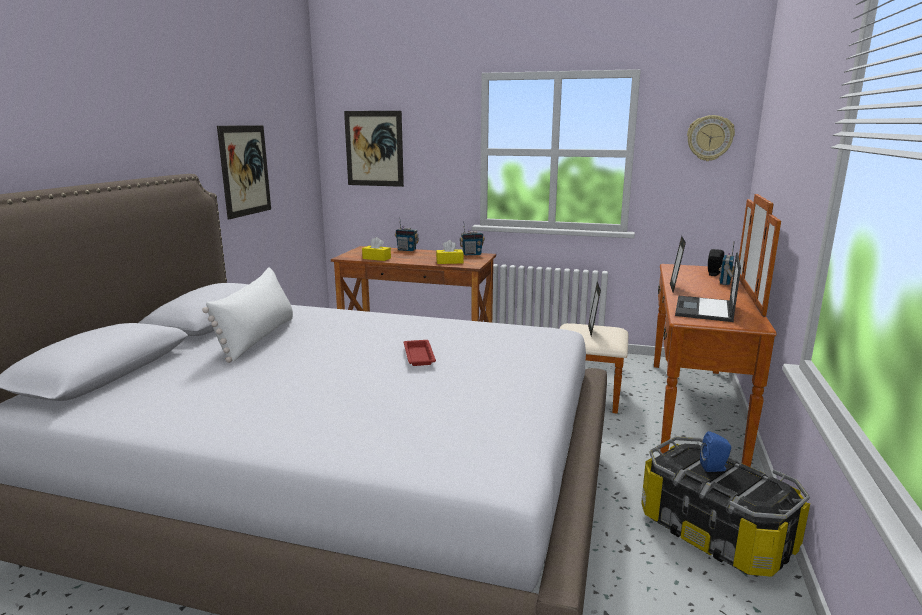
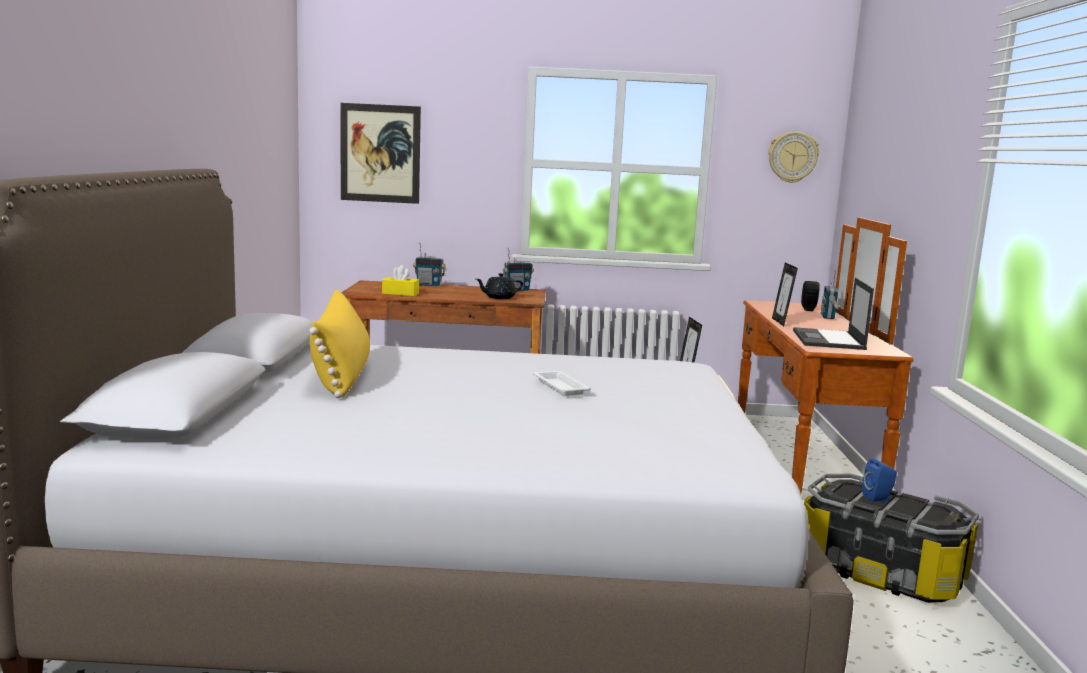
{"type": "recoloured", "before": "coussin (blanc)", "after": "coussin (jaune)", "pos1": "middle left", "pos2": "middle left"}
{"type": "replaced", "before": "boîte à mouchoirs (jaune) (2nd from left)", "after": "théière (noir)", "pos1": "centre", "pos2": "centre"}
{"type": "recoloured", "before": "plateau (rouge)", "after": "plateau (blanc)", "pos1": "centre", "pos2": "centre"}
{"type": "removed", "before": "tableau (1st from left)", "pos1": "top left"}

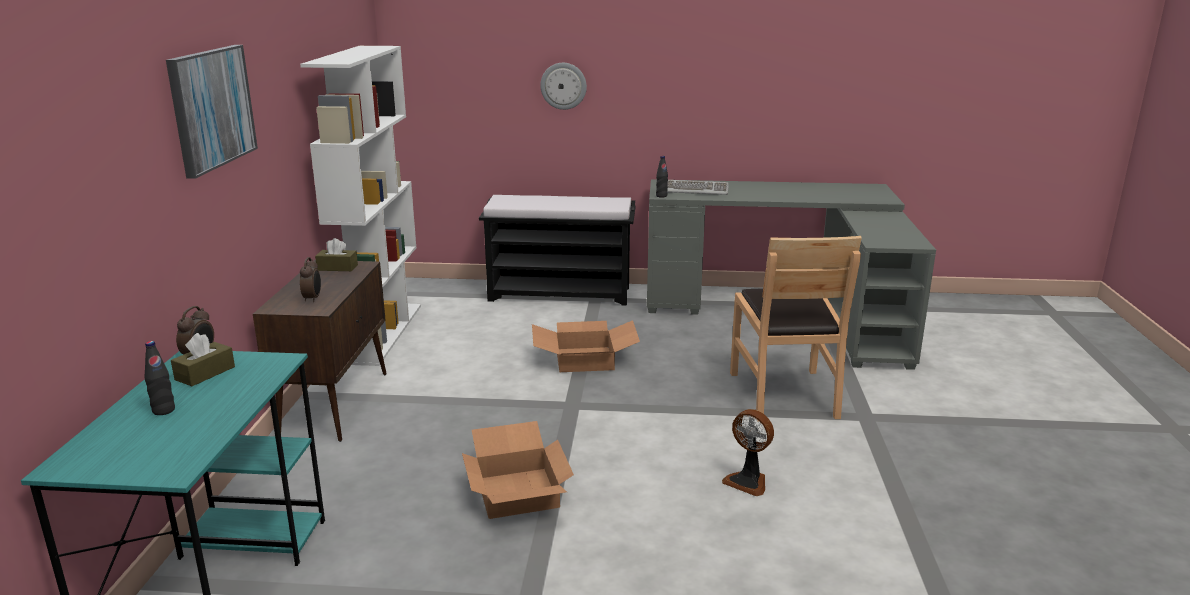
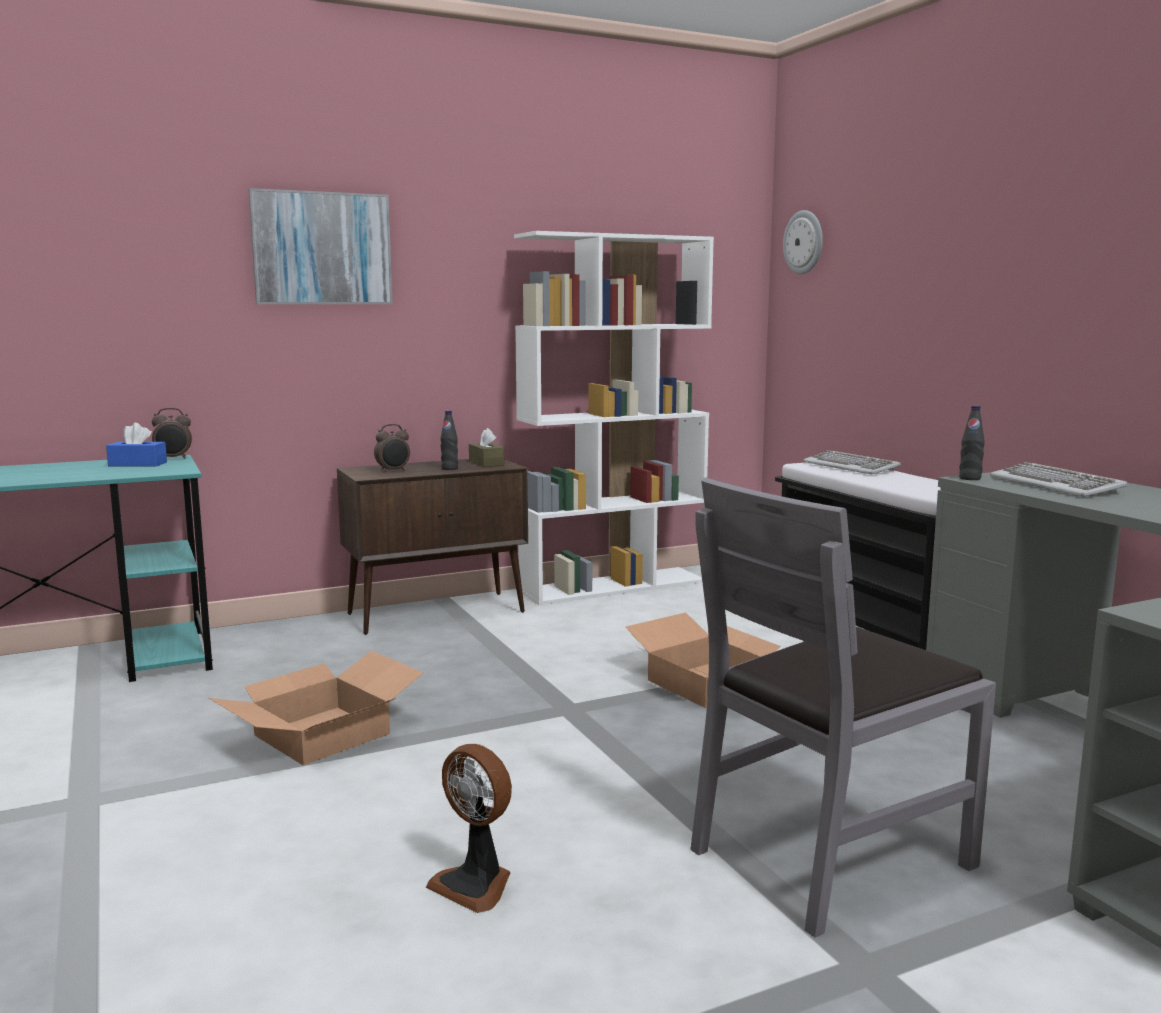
{"type": "recoloured", "before": "boîte à mouchoirs (marron) (1st from left)", "after": "boîte à mouchoirs (bleu)", "pos1": "middle left", "pos2": "middle left"}
{"type": "turned", "before": "ventilateur", "pos1": "bottom centre", "pos2": "bottom centre", "turn": -60}
{"type": "moved", "before": "bouteille (noir) (1st from left)", "pos1": "middle left", "pos2": "centre"}
{"type": "recoloured", "before": "chaise (marron)", "after": "chaise (gris)", "pos1": "middle right", "pos2": "bottom right"}
{"type": "moved", "before": "horloge murale", "pos1": "top centre", "pos2": "top right"}
{"type": "added", "after": "clavier (1st from left)", "pos2": "middle right"}

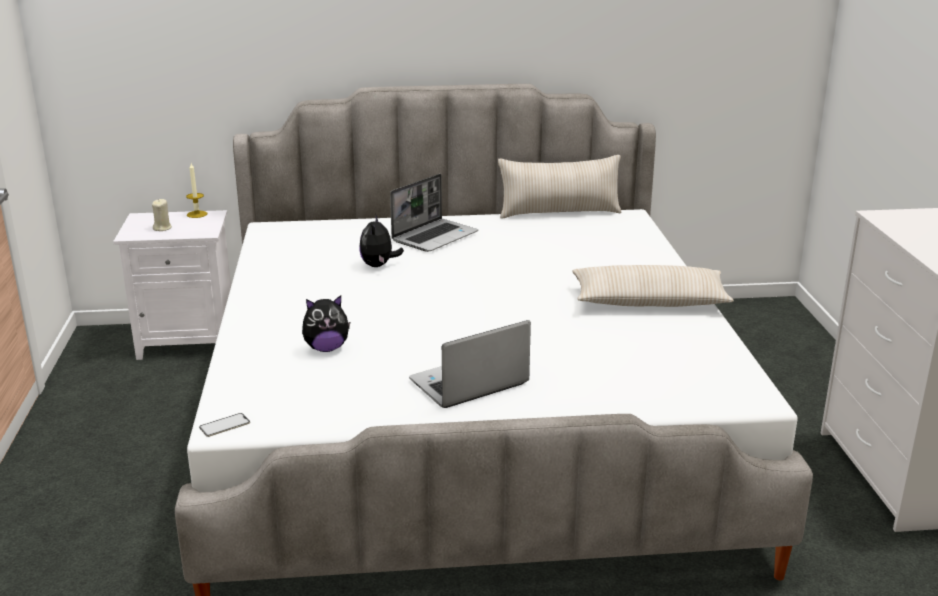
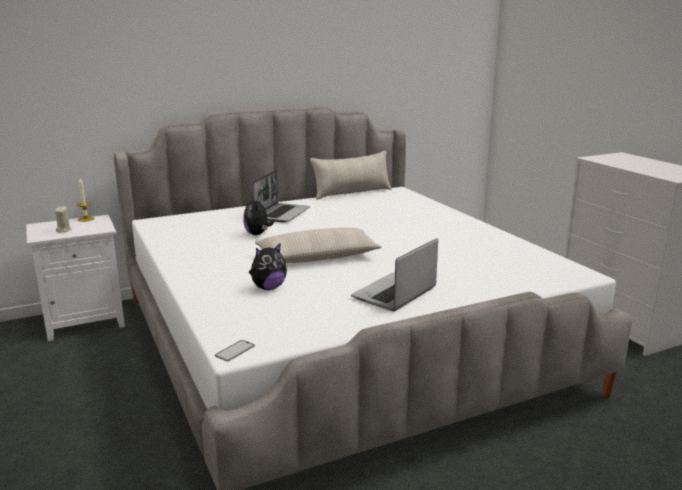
{"type": "moved", "before": "coussin (beige) (2nd from left in the first image)", "after": "coussin (beige) (1st from left)", "pos1": "middle right", "pos2": "centre"}

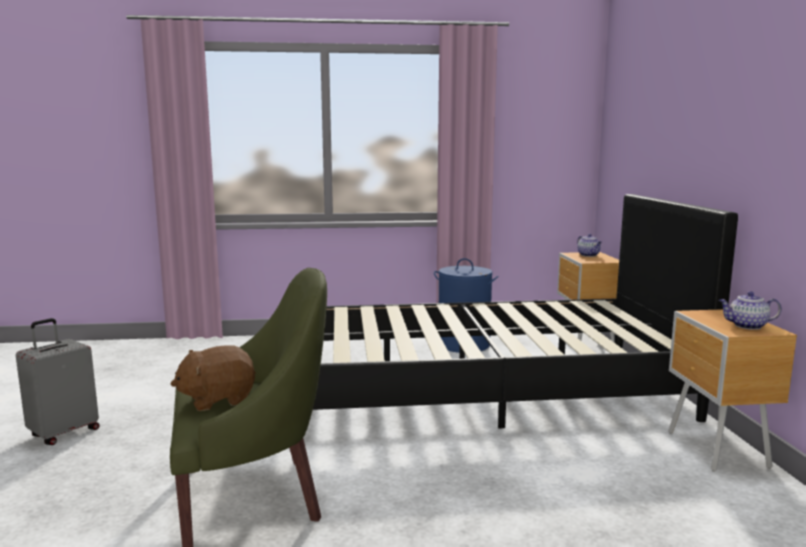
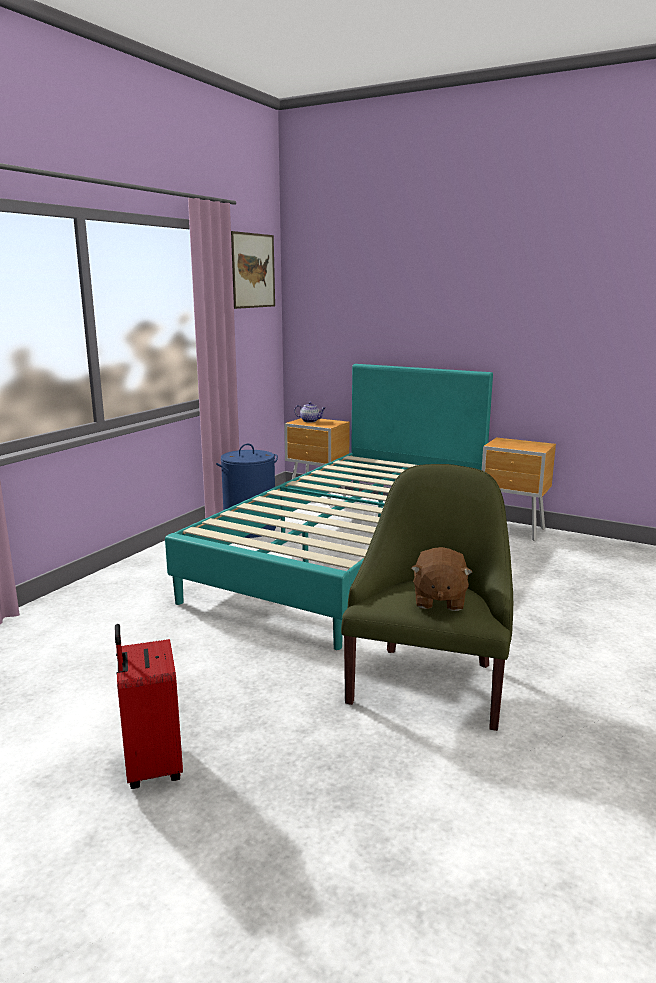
{"type": "recoloured", "before": "valise (gris)", "after": "valise (rouge)", "pos1": "bottom left", "pos2": "bottom left"}
{"type": "recoloured", "before": "lit (noir)", "after": "lit (turquoise)", "pos1": "centre", "pos2": "centre"}
{"type": "added", "after": "tableau", "pos2": "top centre"}
{"type": "removed", "before": "théière (2nd from left)", "pos1": "middle right"}

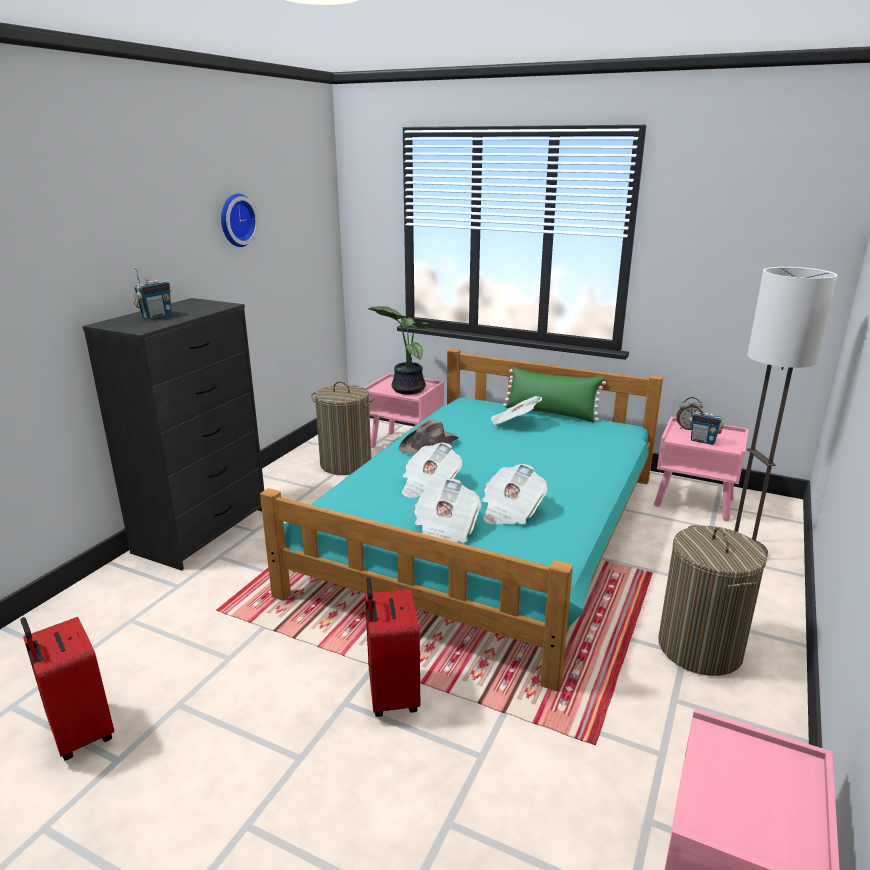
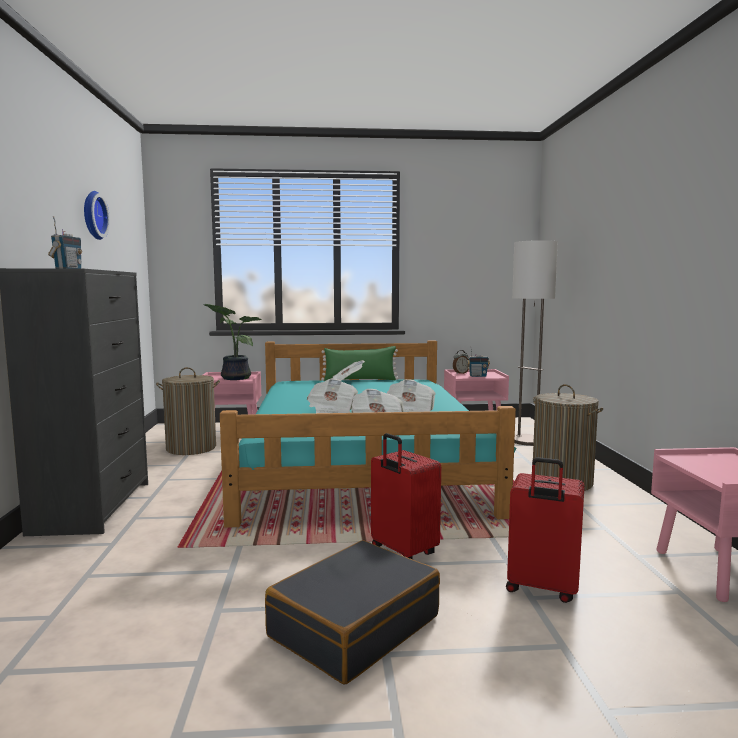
{"type": "added", "after": "valise (noir)", "pos2": "bottom centre"}
{"type": "moved", "before": "valise (rouge) (1st from left in the first image)", "after": "valise (rouge) (2nd from left)", "pos1": "bottom left", "pos2": "bottom right"}
{"type": "removed", "before": "chapeau (marron)", "pos1": "centre"}

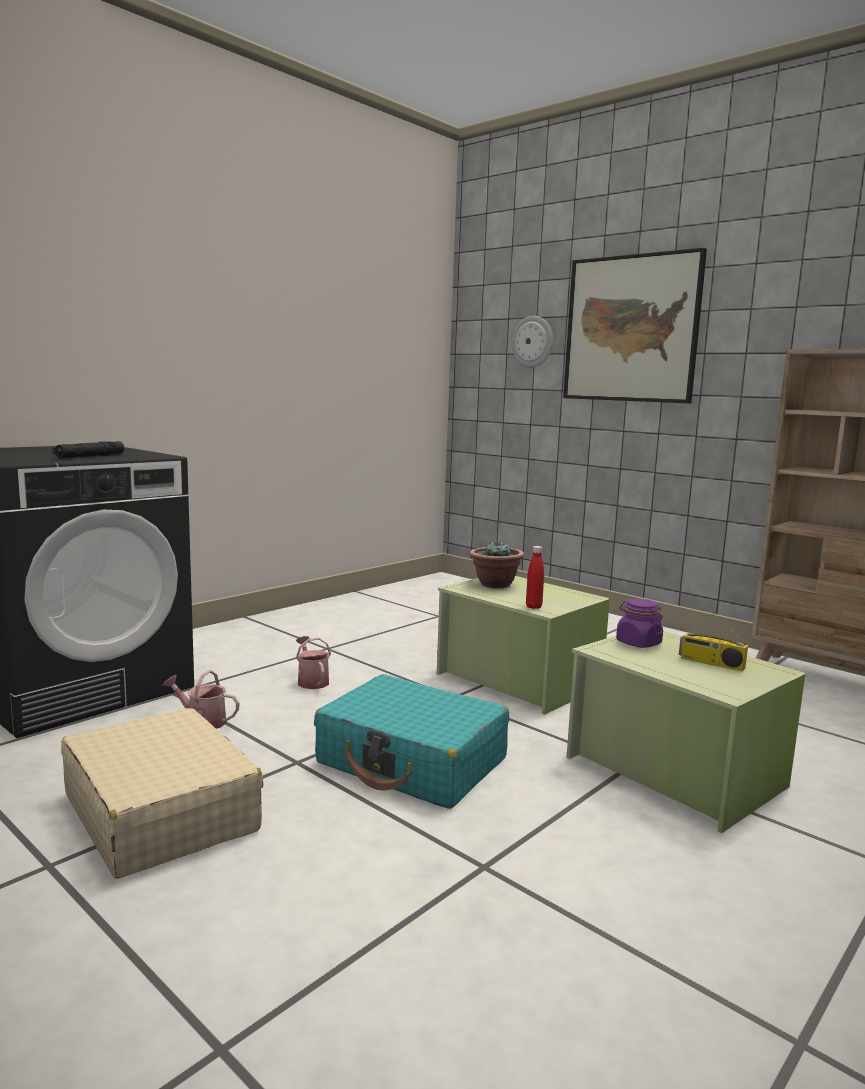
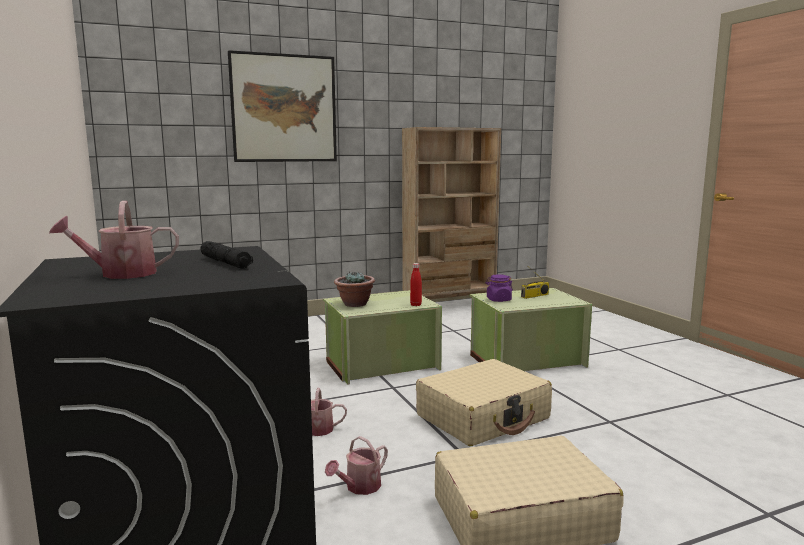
{"type": "added", "after": "arrosoir (1st from left)", "pos2": "middle left"}
{"type": "recoloured", "before": "valise (turquoise)", "after": "valise (beige) (1st from left)", "pos1": "bottom centre", "pos2": "bottom centre"}
{"type": "removed", "before": "horloge murale", "pos1": "top centre"}

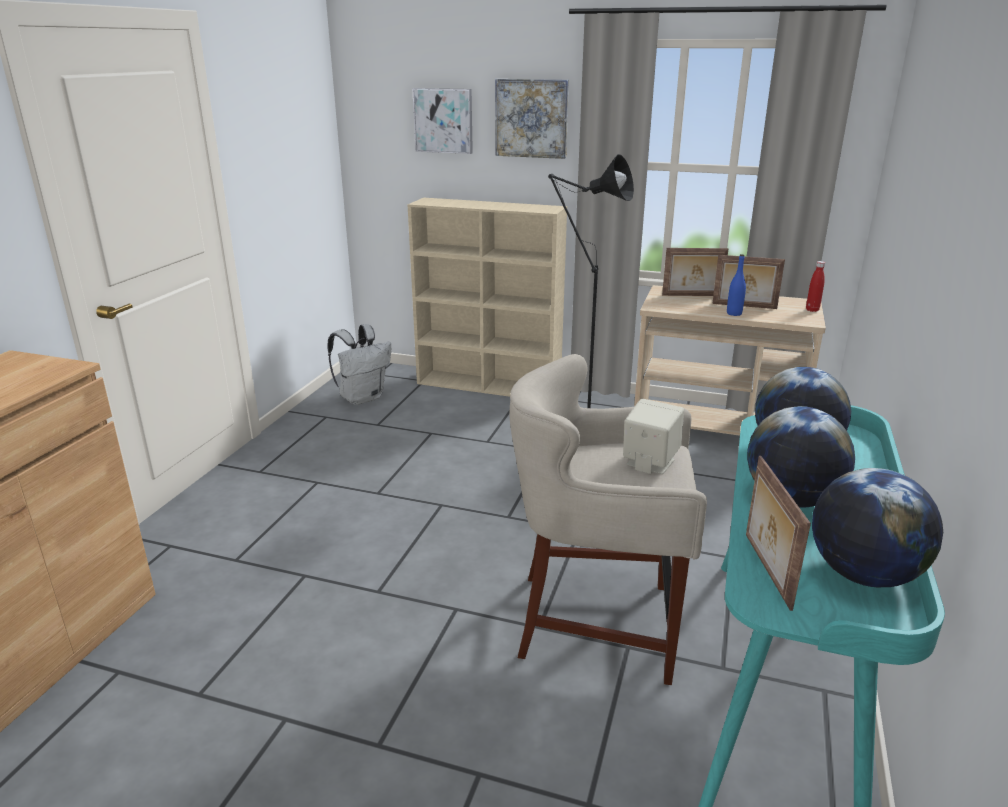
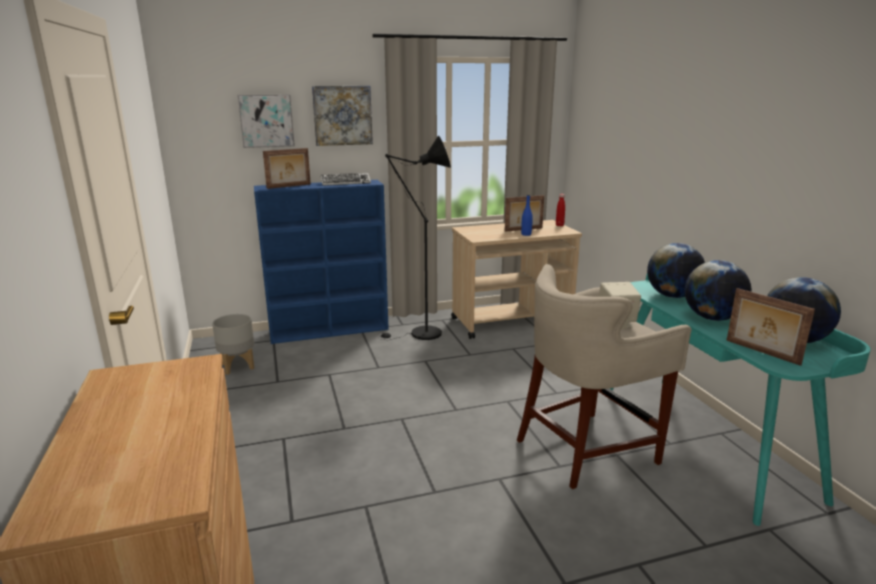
{"type": "replaced", "before": "sac à dos (blanc)", "after": "cache-pot (gris)", "pos1": "centre", "pos2": "middle left"}
{"type": "recoloured", "before": "bibliothèque (beige)", "after": "bibliothèque (bleu)", "pos1": "centre", "pos2": "centre"}
{"type": "moved", "before": "cadre photo (1st from left)", "pos1": "middle right", "pos2": "top left"}
{"type": "added", "after": "clavier", "pos2": "top centre"}

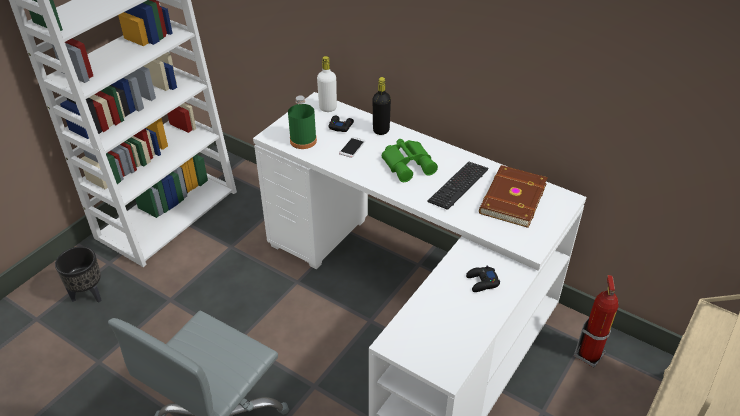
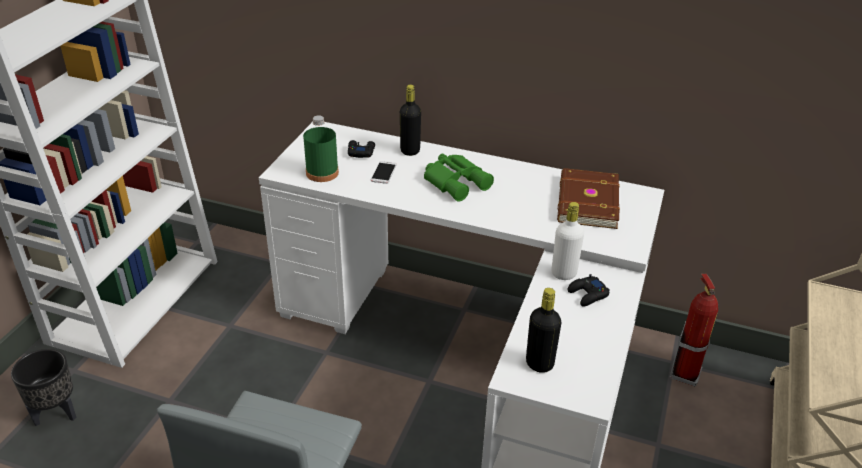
{"type": "added", "after": "bouteille (noir) (2nd from left)", "pos2": "bottom centre"}
{"type": "moved", "before": "bouteille (blanc)", "pos1": "top centre", "pos2": "centre"}
{"type": "removed", "before": "clavier", "pos1": "centre"}

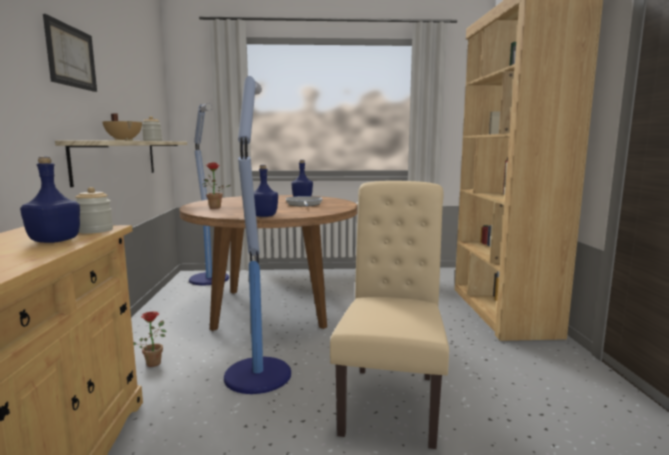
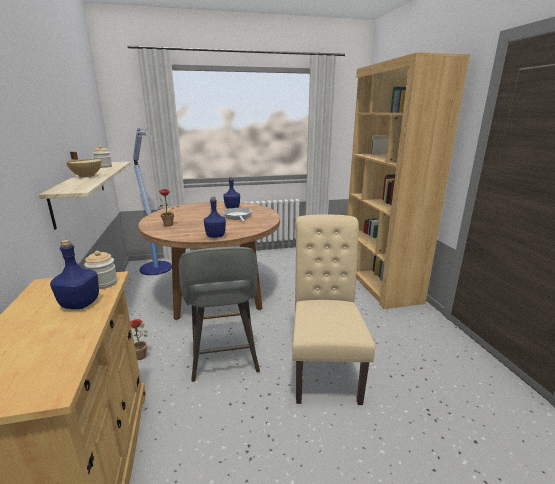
{"type": "replaced", "before": "lampadaire (2nd from left)", "after": "tabouret (gris)", "pos1": "centre", "pos2": "centre"}
{"type": "removed", "before": "tableau", "pos1": "top left"}

